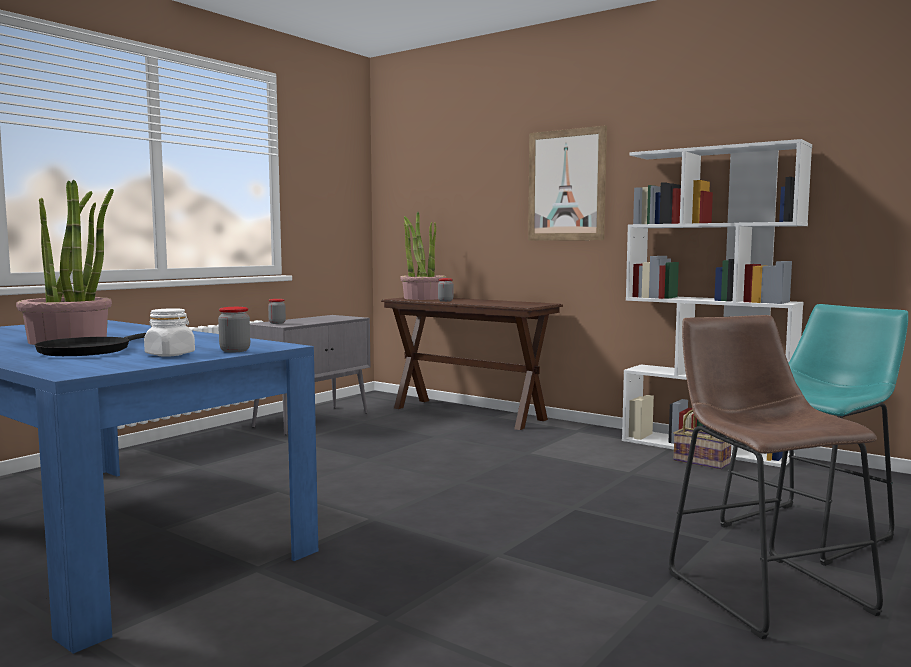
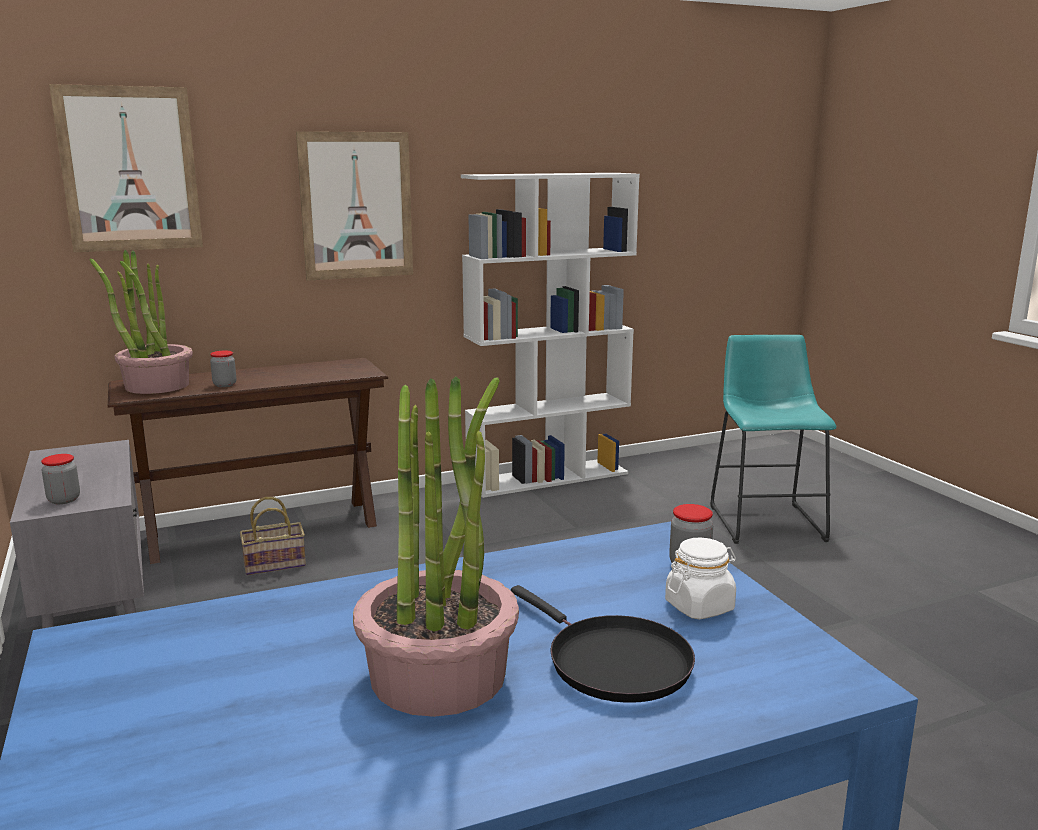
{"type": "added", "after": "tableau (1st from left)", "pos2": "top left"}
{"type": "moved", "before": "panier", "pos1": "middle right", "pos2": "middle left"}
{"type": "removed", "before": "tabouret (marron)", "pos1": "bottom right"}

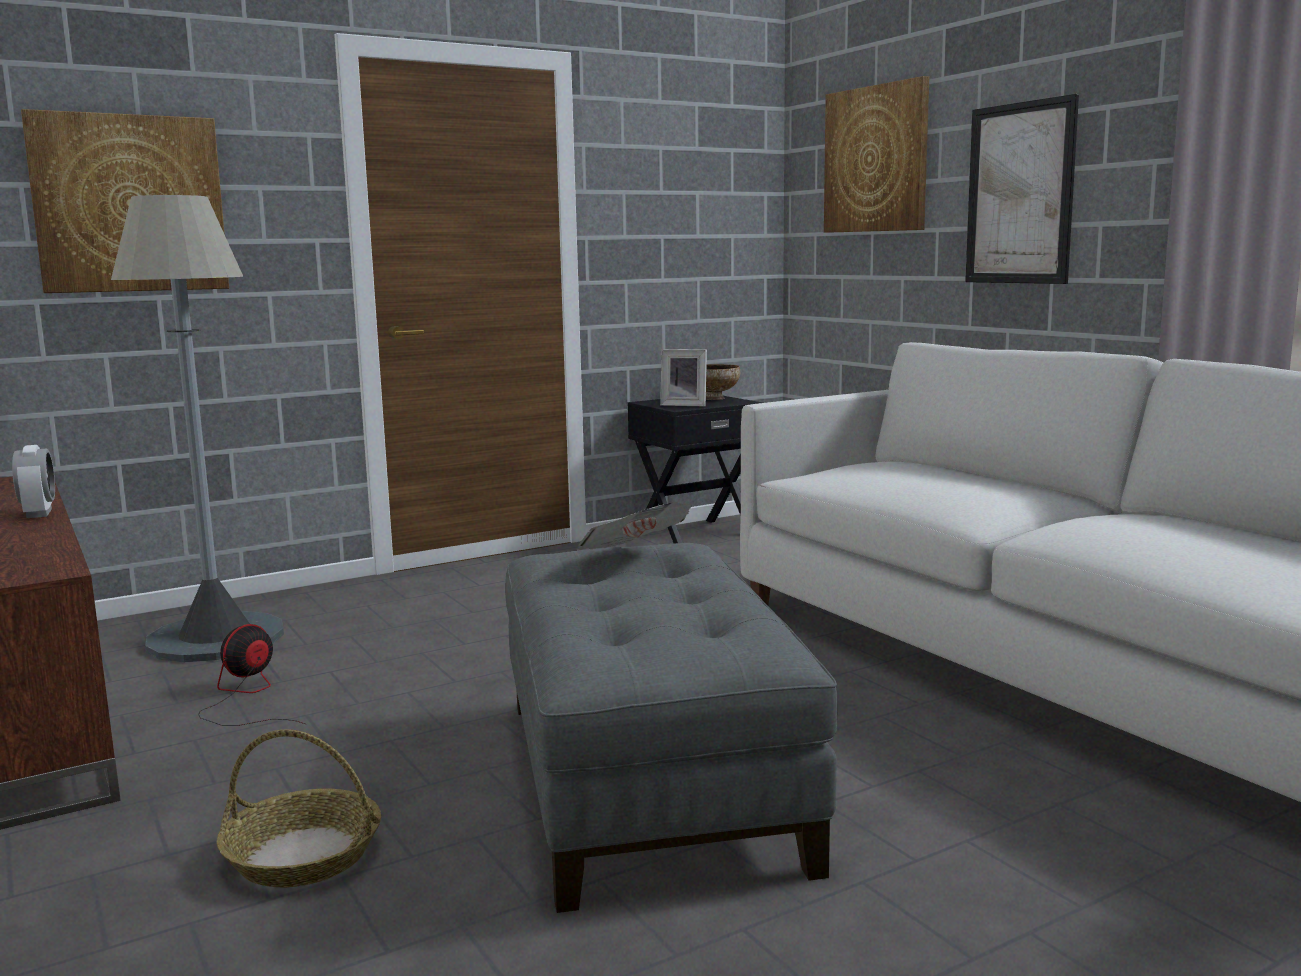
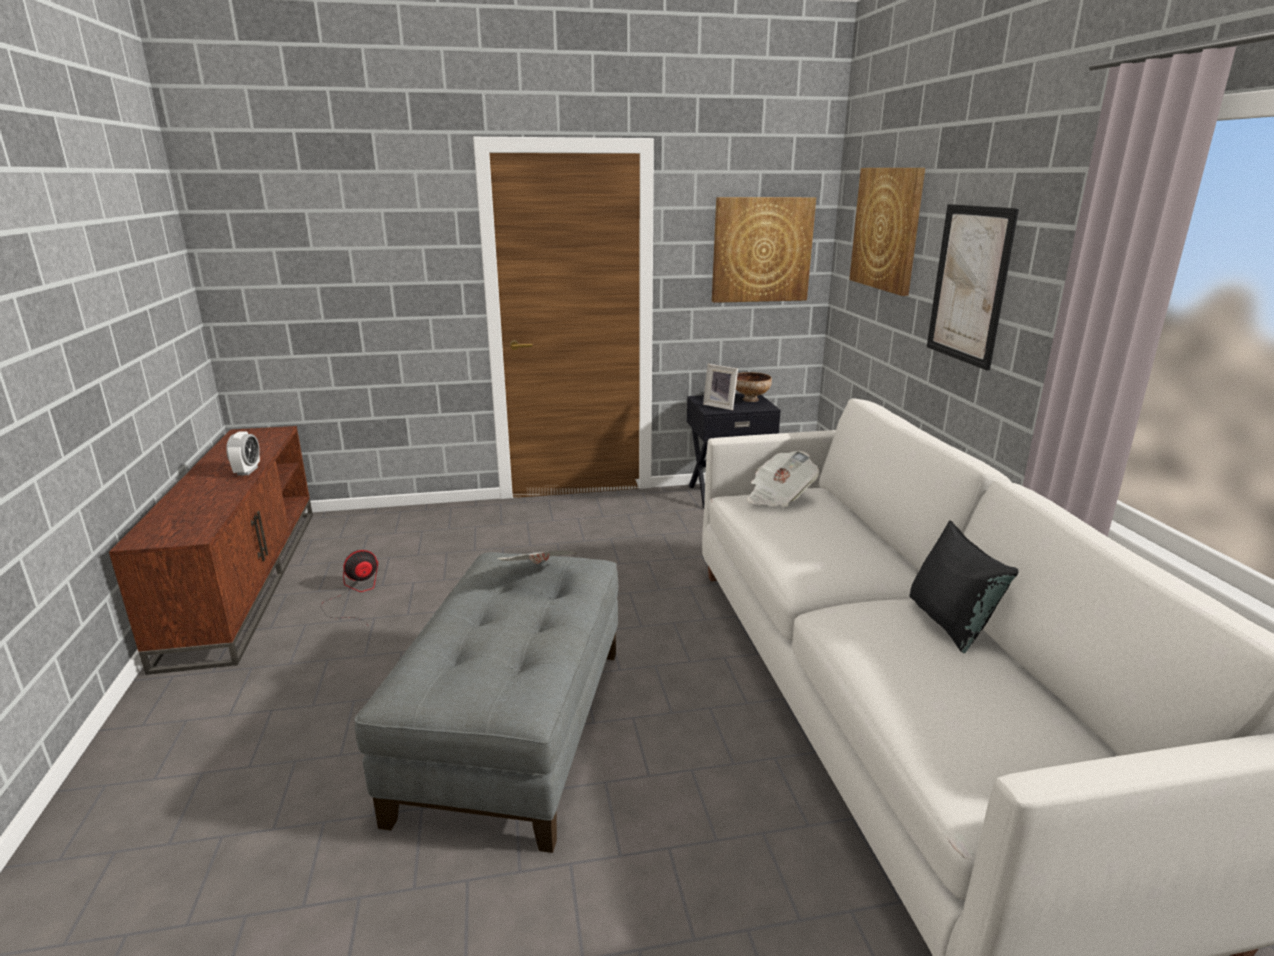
{"type": "moved", "before": "tableau (1st from left)", "pos1": "top left", "pos2": "top centre"}
{"type": "added", "after": "journal (2nd from left)", "pos2": "centre"}
{"type": "added", "after": "coussin (noir)", "pos2": "middle right"}
{"type": "removed", "before": "lampadaire (gris)", "pos1": "middle left"}
{"type": "removed", "before": "panier", "pos1": "bottom left"}

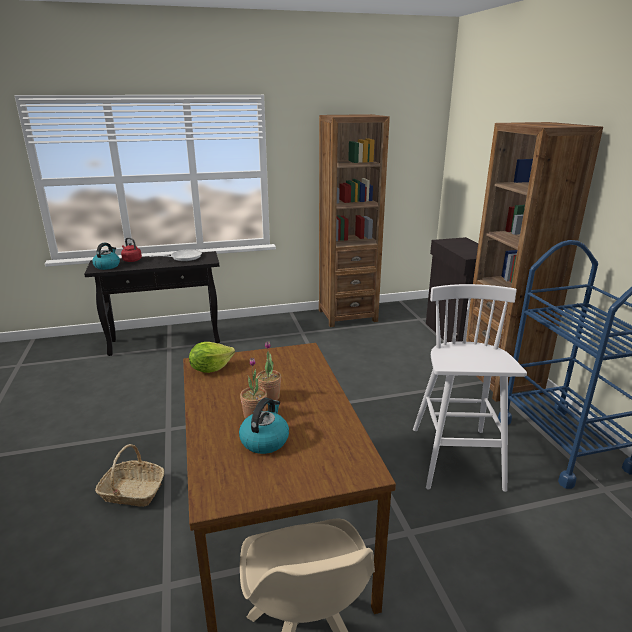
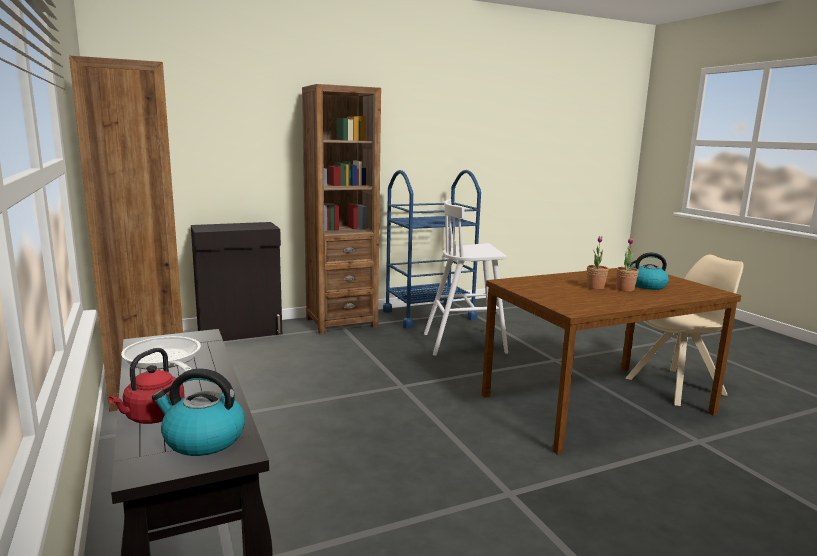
{"type": "removed", "before": "panier", "pos1": "bottom left"}
{"type": "removed", "before": "laitue", "pos1": "centre"}

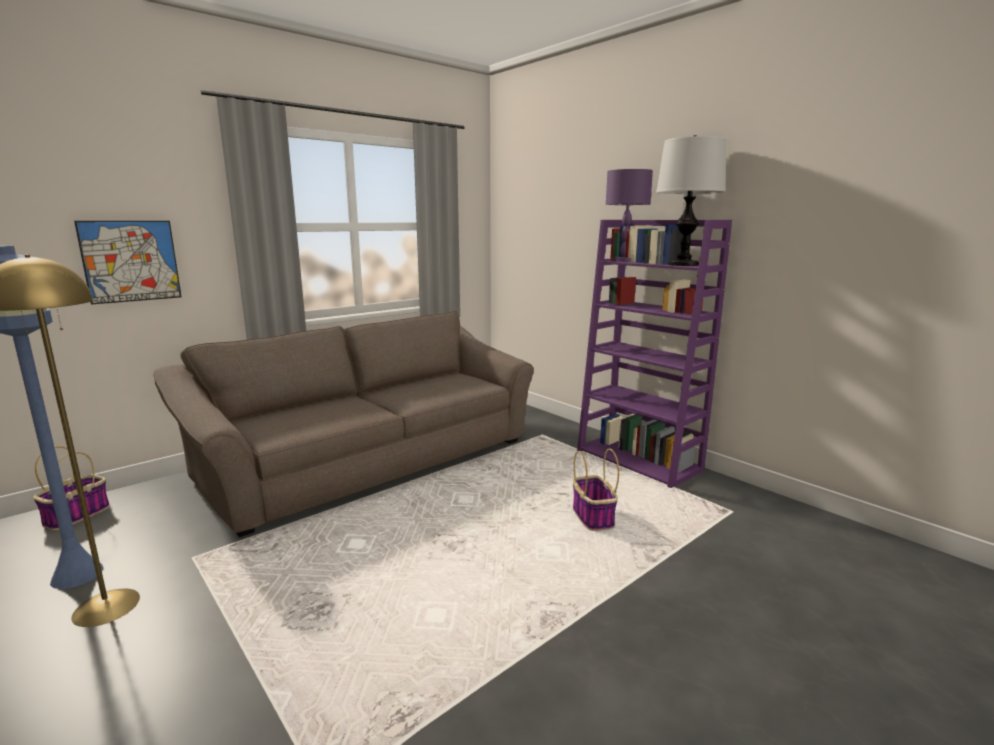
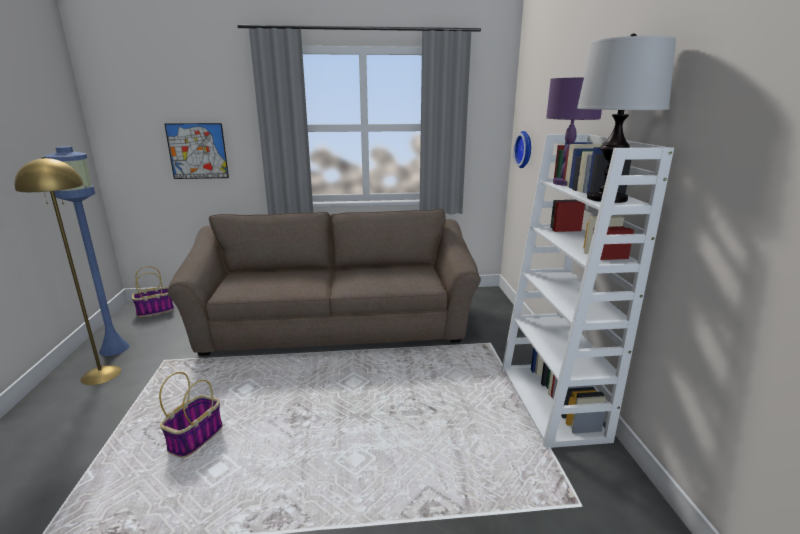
{"type": "moved", "before": "panier (2nd from left)", "pos1": "centre", "pos2": "bottom left"}
{"type": "recoloured", "before": "bibliothèque (violet)", "after": "bibliothèque (blanc)", "pos1": "centre", "pos2": "middle right"}
{"type": "added", "after": "horloge murale", "pos2": "top centre"}

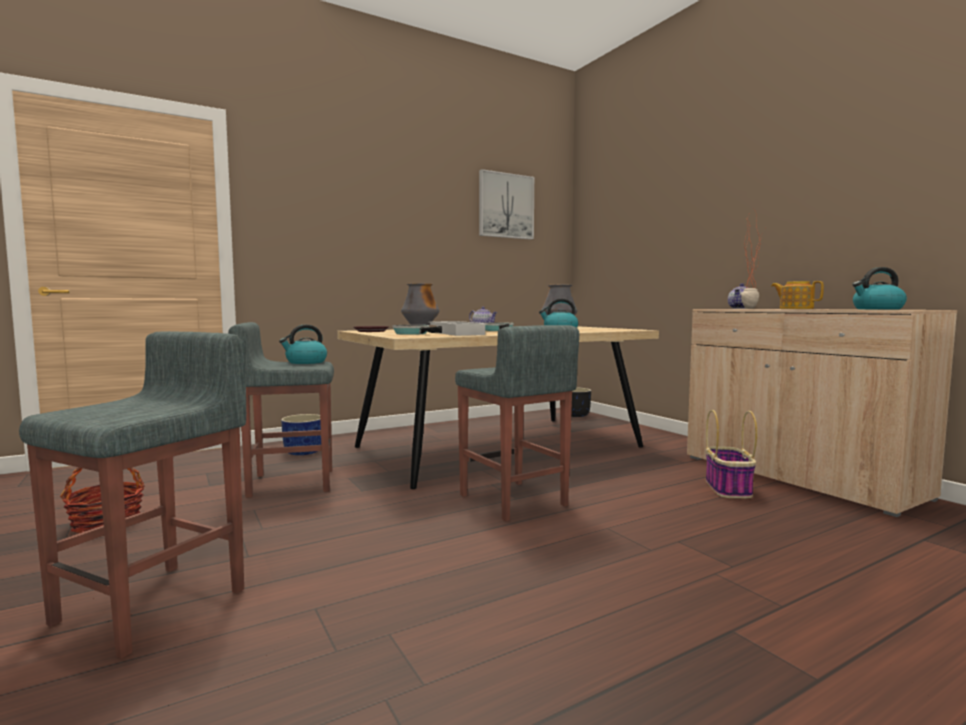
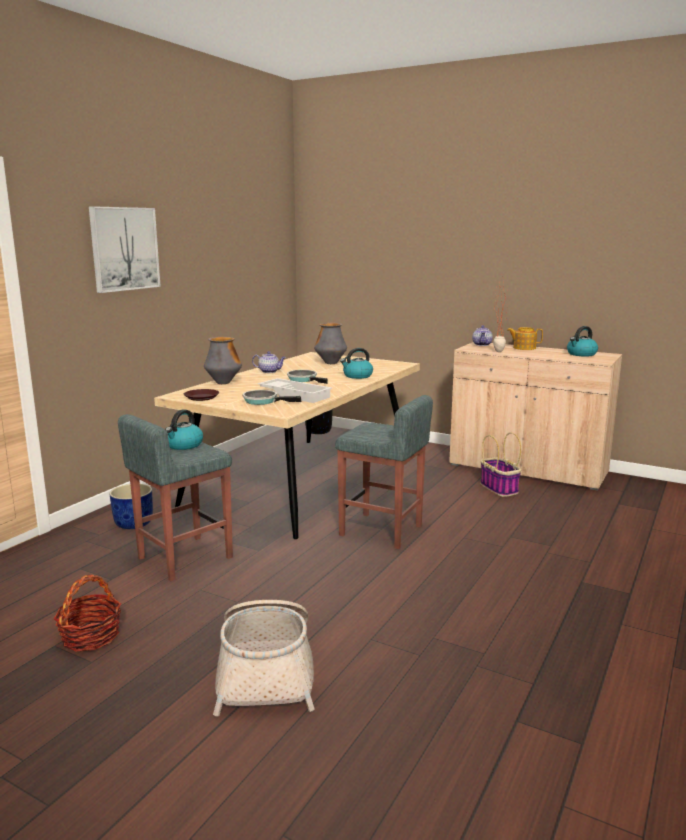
{"type": "moved", "before": "tableau", "pos1": "top centre", "pos2": "top left"}
{"type": "replaced", "before": "tabouret (gris) (1st from left)", "after": "panier (2nd from left)", "pos1": "bottom left", "pos2": "bottom centre"}

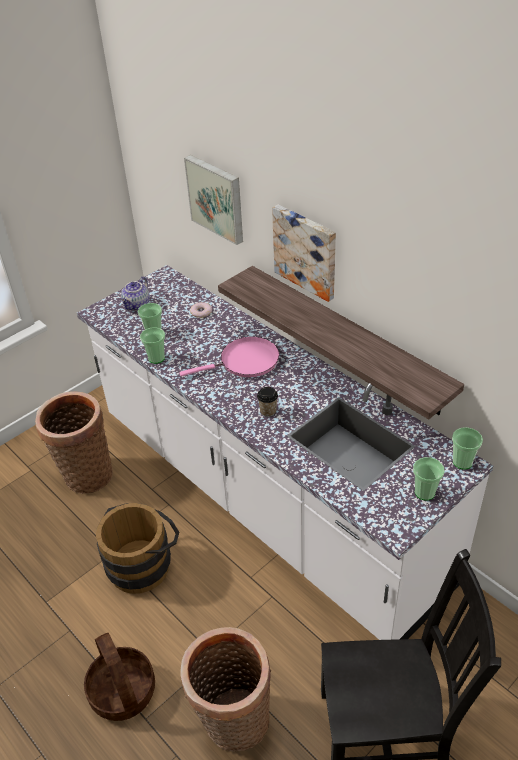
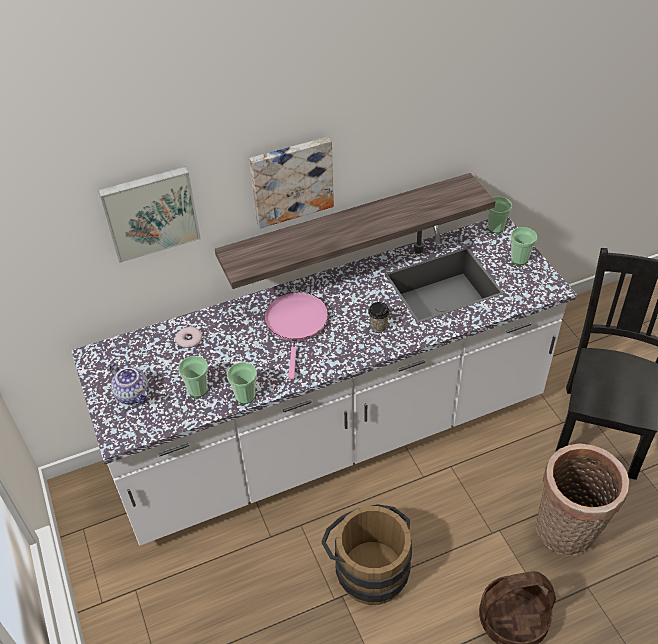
{"type": "removed", "before": "panier (1st from left)", "pos1": "middle left"}

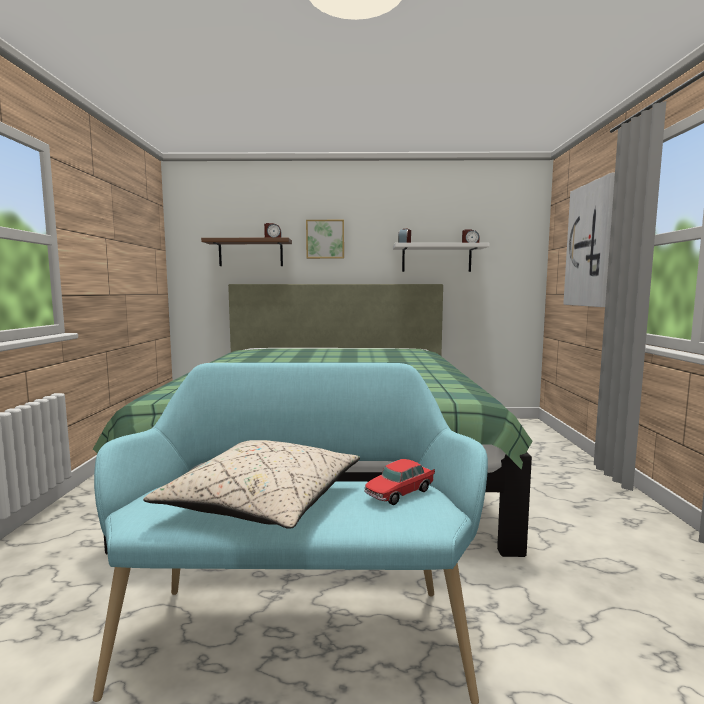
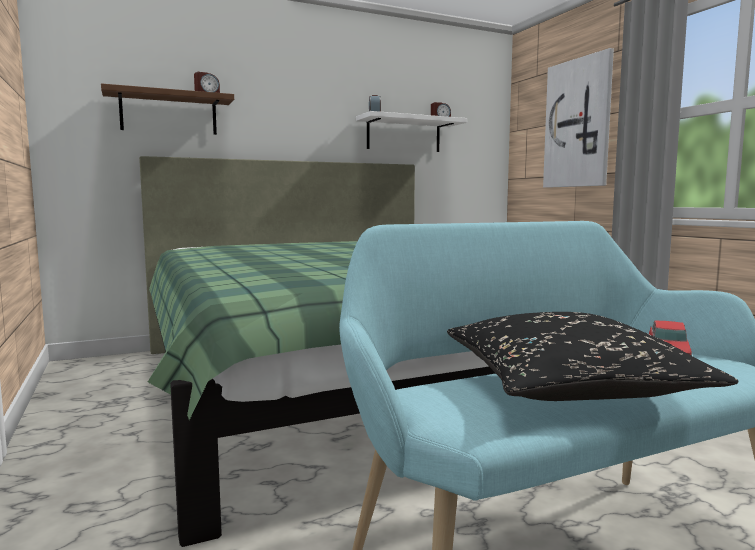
{"type": "recoloured", "before": "coussin (beige)", "after": "coussin (noir)", "pos1": "bottom centre", "pos2": "middle right"}
{"type": "removed", "before": "tableau (1st from left)", "pos1": "centre"}

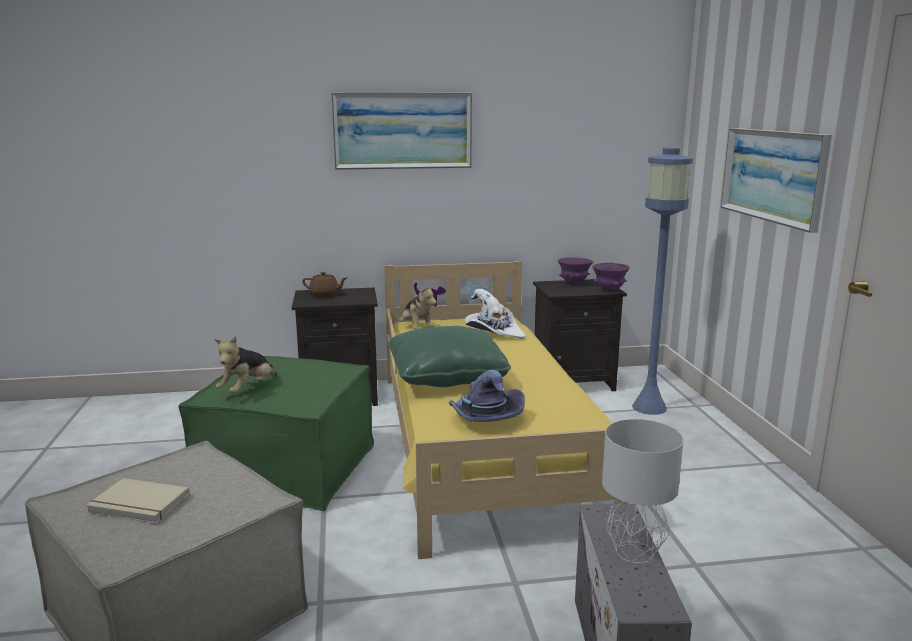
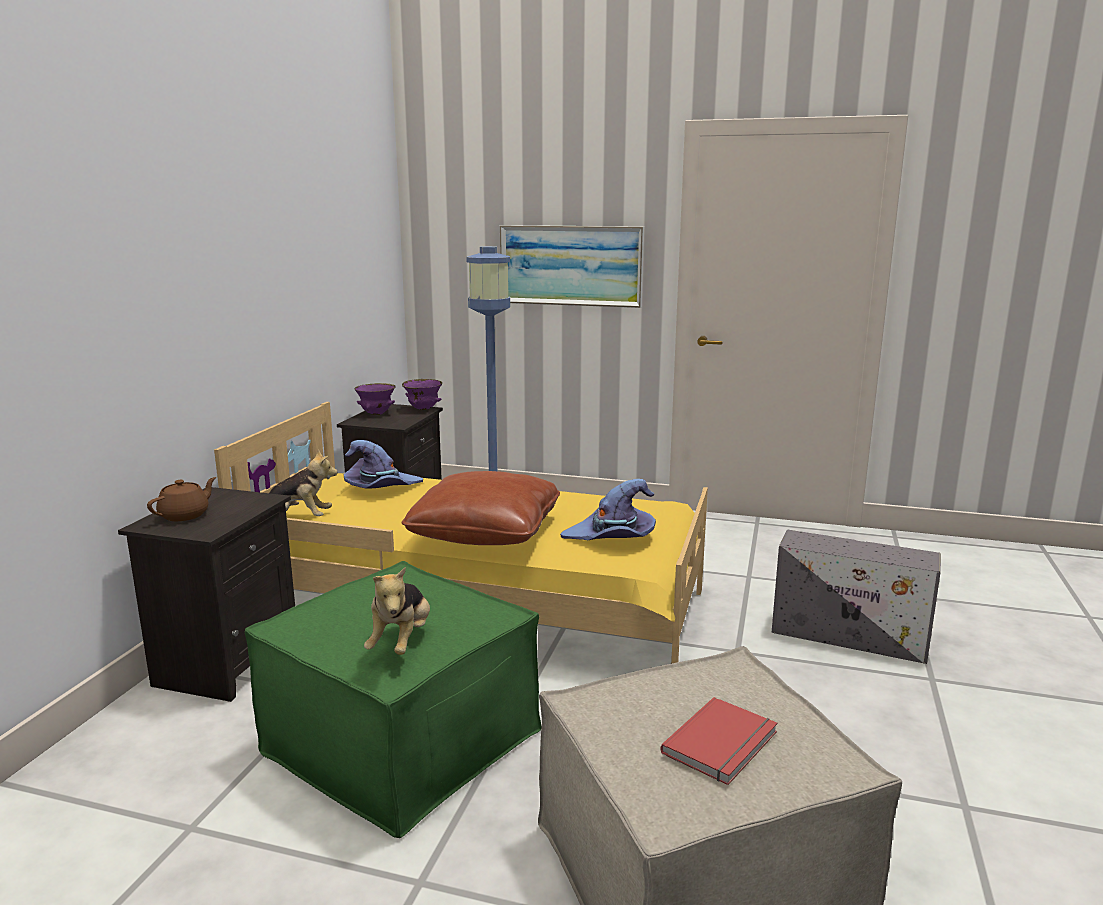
{"type": "recoloured", "before": "chapeau (blanc)", "after": "chapeau (violet) (1st from left)", "pos1": "centre", "pos2": "centre"}
{"type": "turned", "before": "peluche (1st from left in the first image)", "pos1": "middle left", "pos2": "bottom centre", "turn": 45}
{"type": "recoloured", "before": "coussin (vert)", "after": "coussin (marron)", "pos1": "centre", "pos2": "centre"}
{"type": "recoloured", "before": "livre (beige)", "after": "livre (rouge)", "pos1": "bottom left", "pos2": "bottom centre"}
{"type": "removed", "before": "tableau (1st from left)", "pos1": "top centre"}
{"type": "removed", "before": "lampe de table (gris)", "pos1": "bottom right"}

